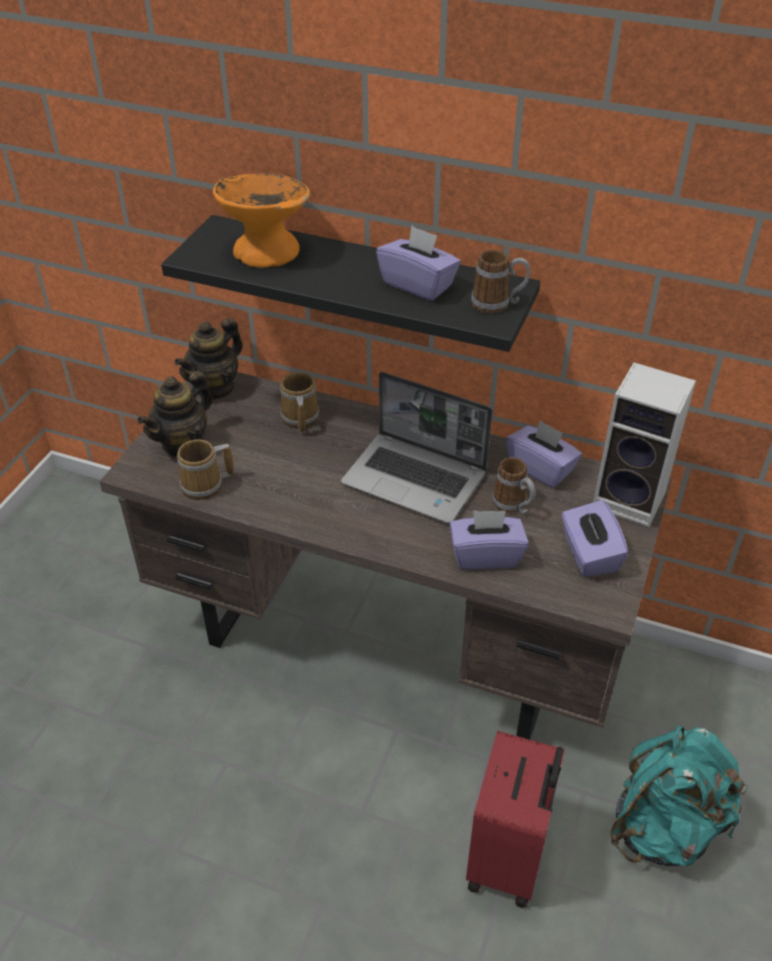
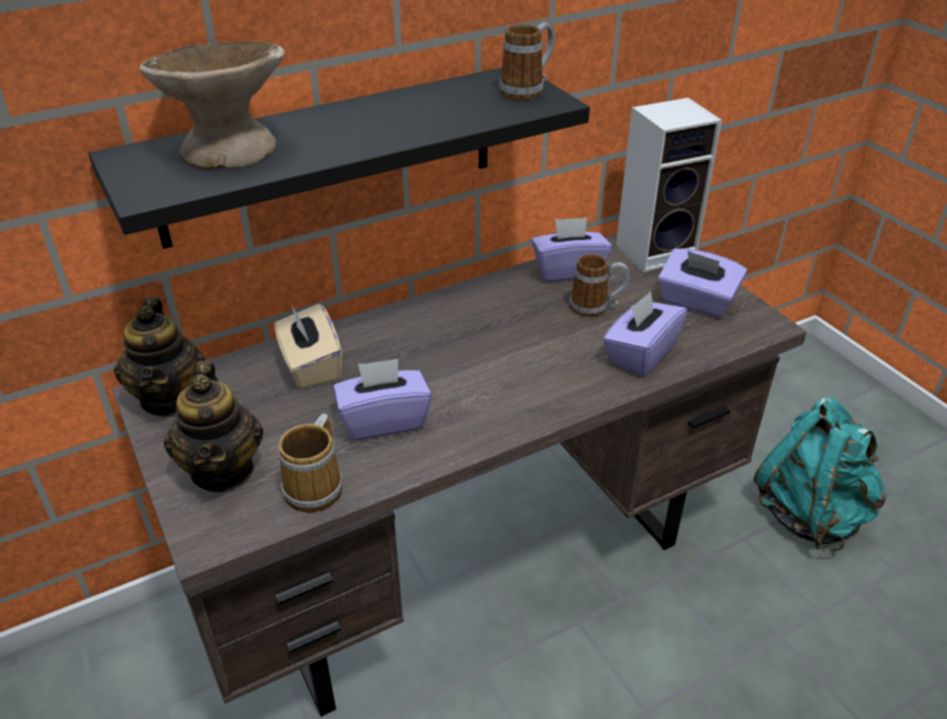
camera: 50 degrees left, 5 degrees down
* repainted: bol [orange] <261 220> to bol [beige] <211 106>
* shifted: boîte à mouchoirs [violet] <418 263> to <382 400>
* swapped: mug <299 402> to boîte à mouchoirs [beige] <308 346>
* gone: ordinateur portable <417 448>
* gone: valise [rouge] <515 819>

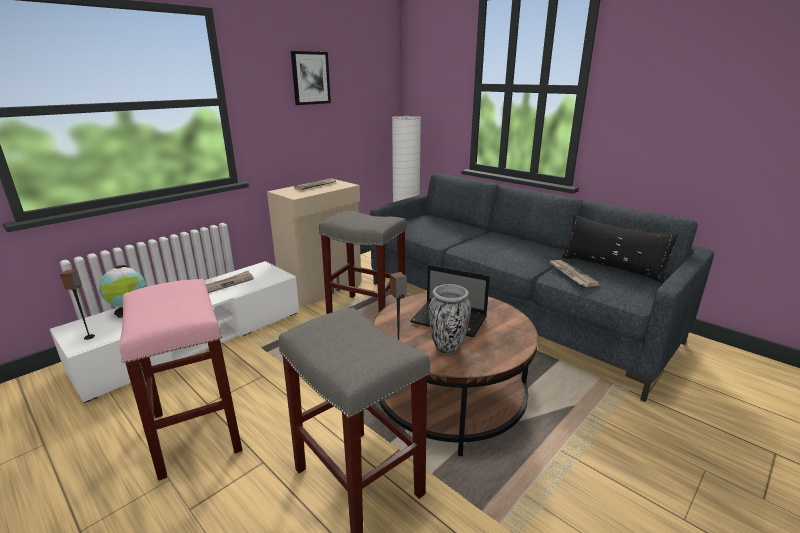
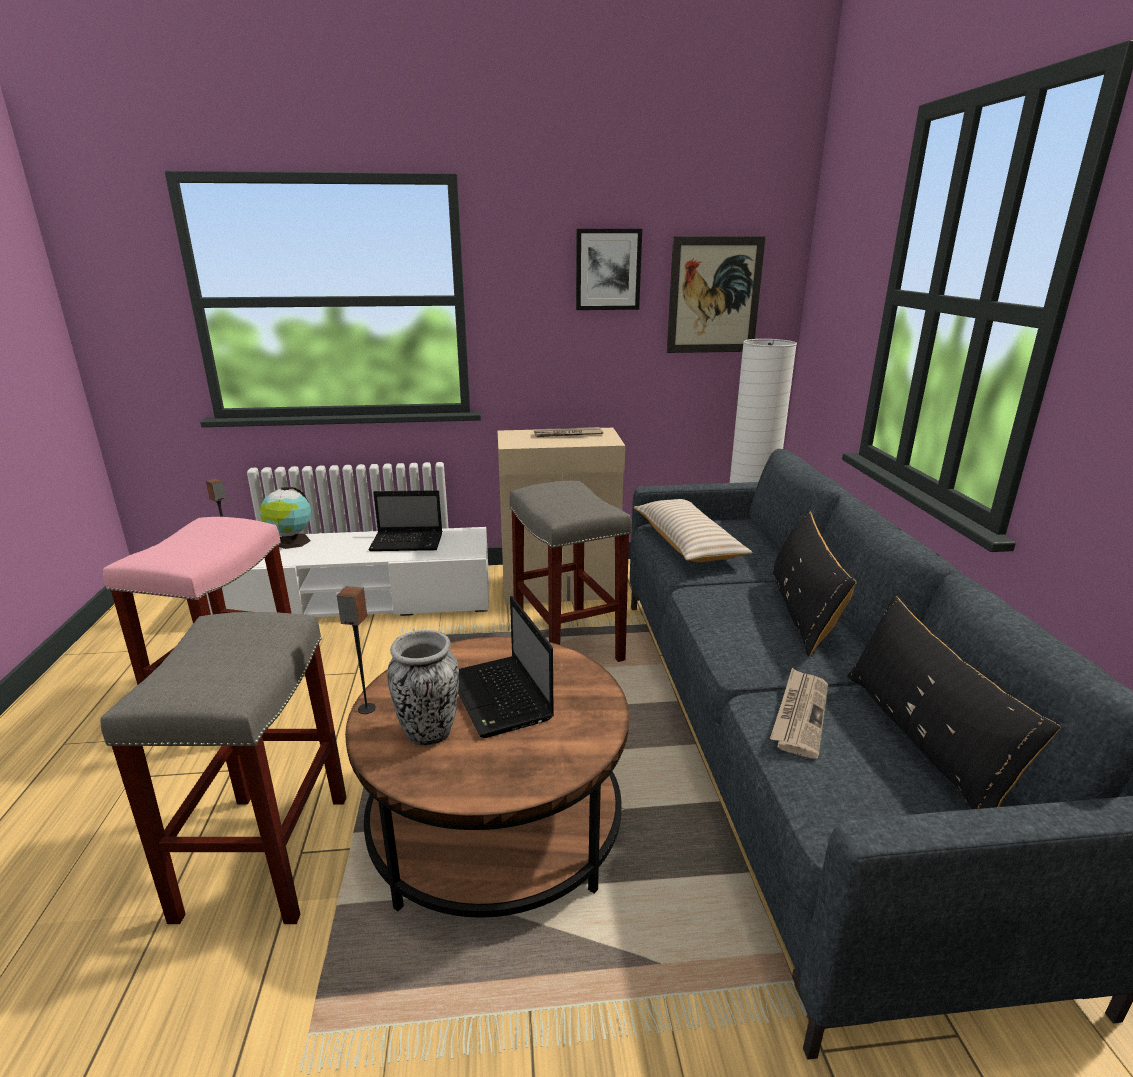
camera: 40 degrees right, 0 degrees up
* swapped: journal <230 282> to ordinateur portable <405 520>
* new: tableau <716 294>
* new: coussin [beige] <693 530>
* new: coussin [noir] <814 584>

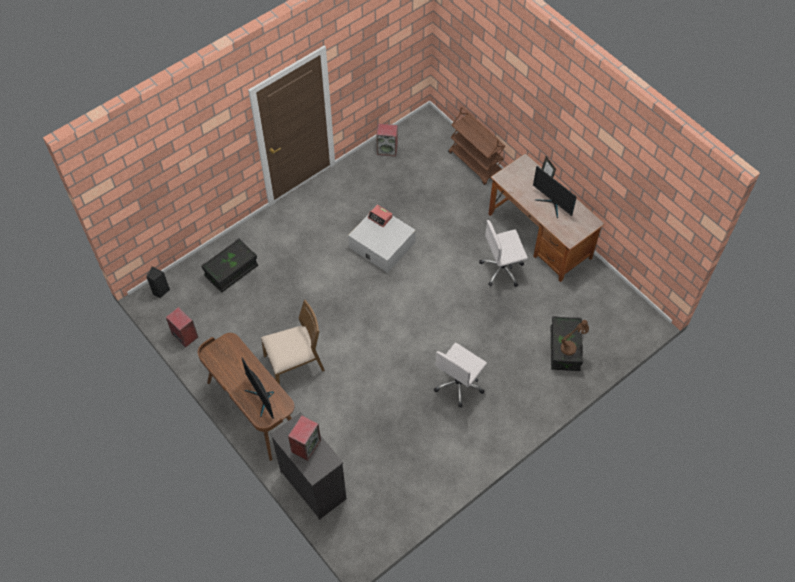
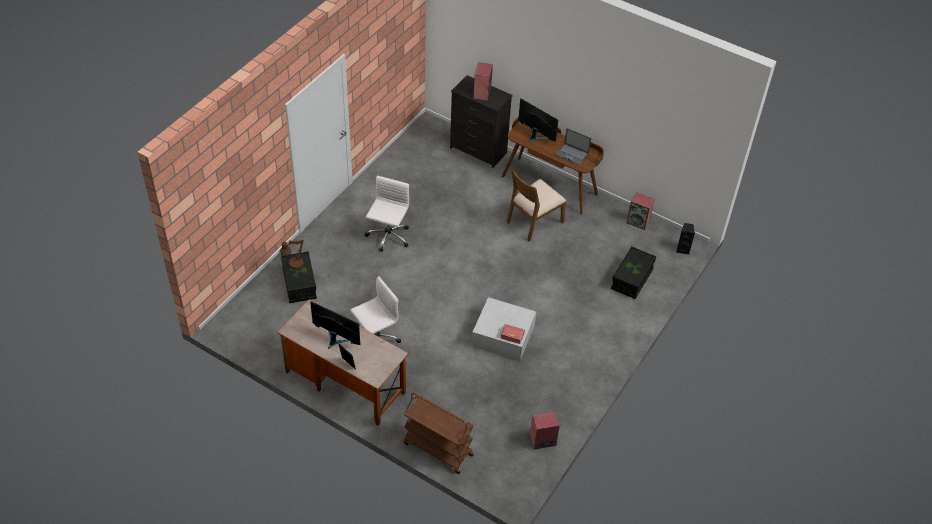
camera: 160 degrees right, 10 degrees down
* new: ordinateur portable <573 147>

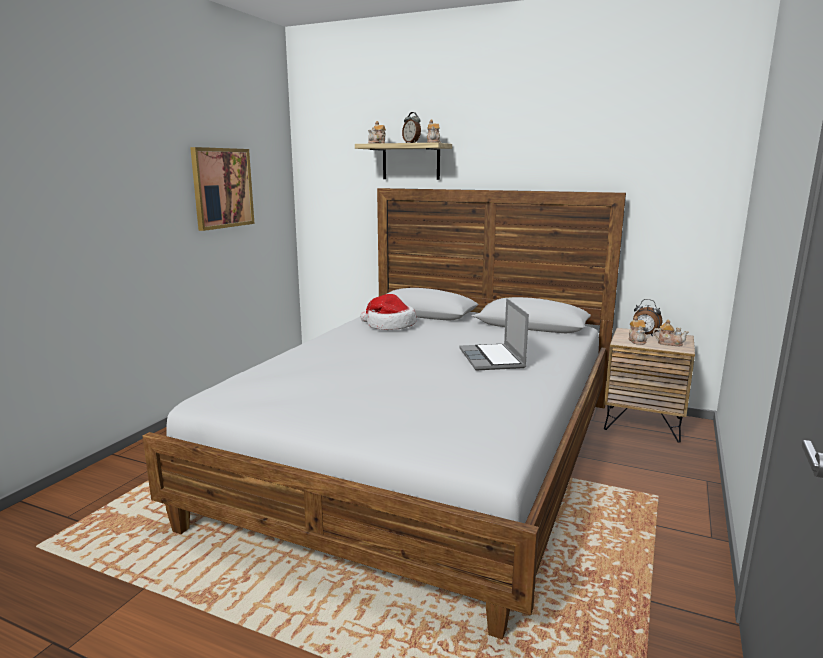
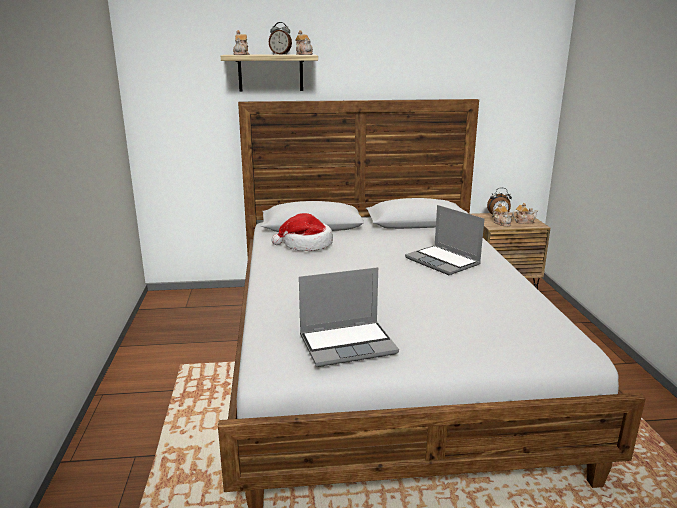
camera: 30 degrees left, 5 degrees up
* gone: tableau <222 189>
* new: ordinateur portable <349 317>

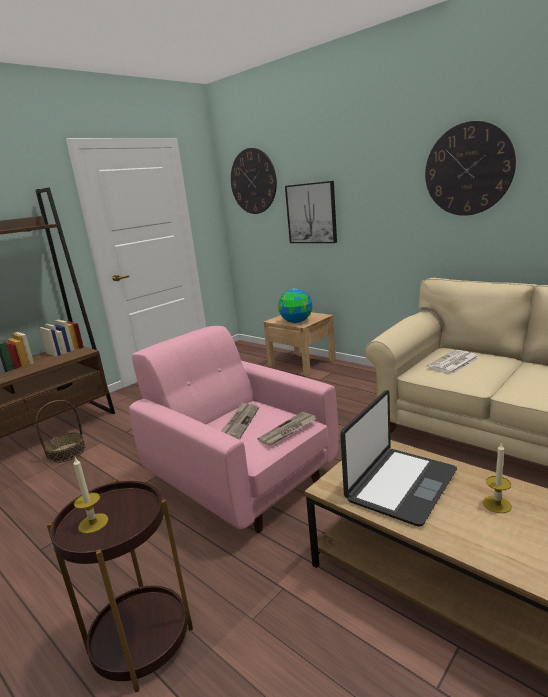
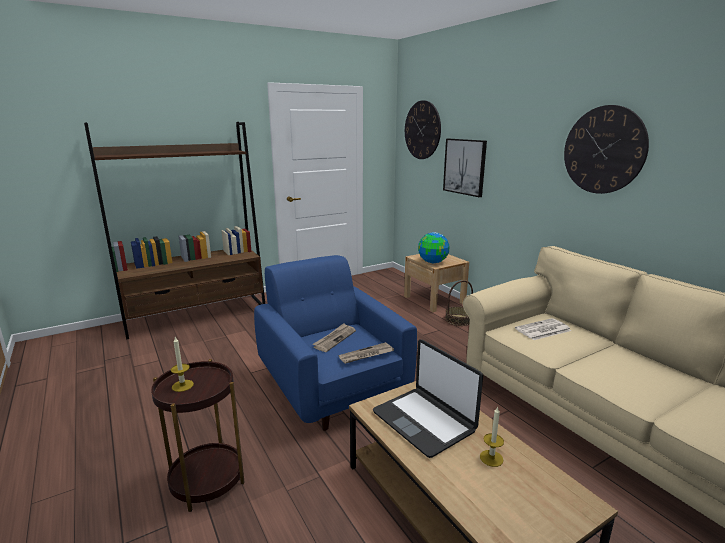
camera: 15 degrees right, 0 degrees up
* repainted: fauteuil [rose] <234 429> to fauteuil [bleu] <335 343>
* rotated: ordinateur portable <398 458> = <428 398> 90 degrees clockwise
* shifted: panier <61 431> to <459 303>

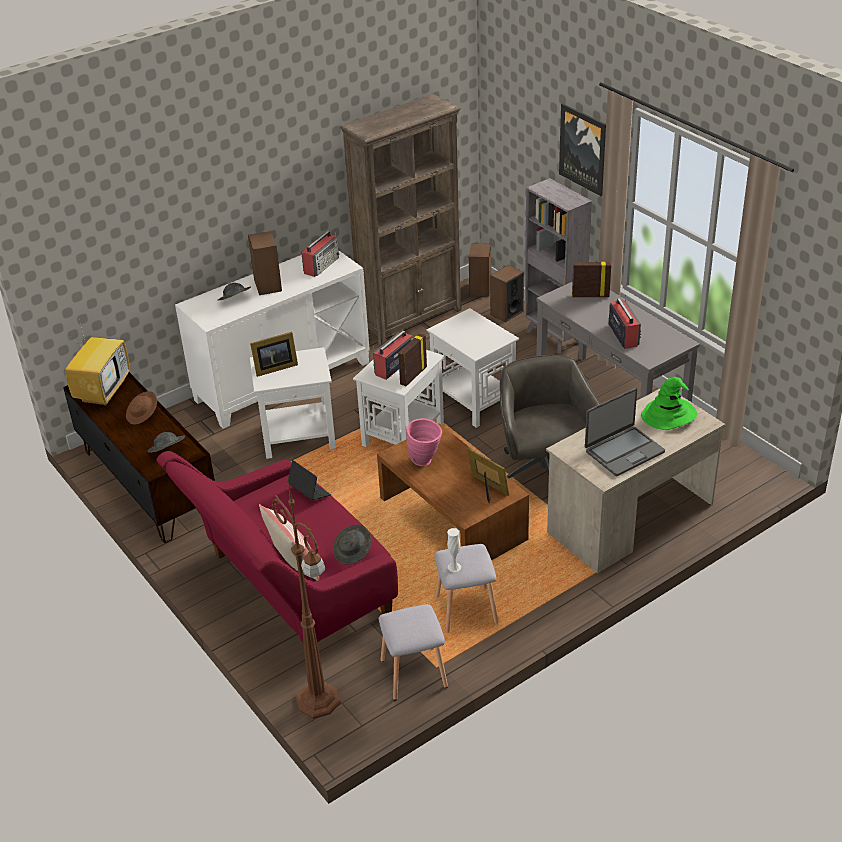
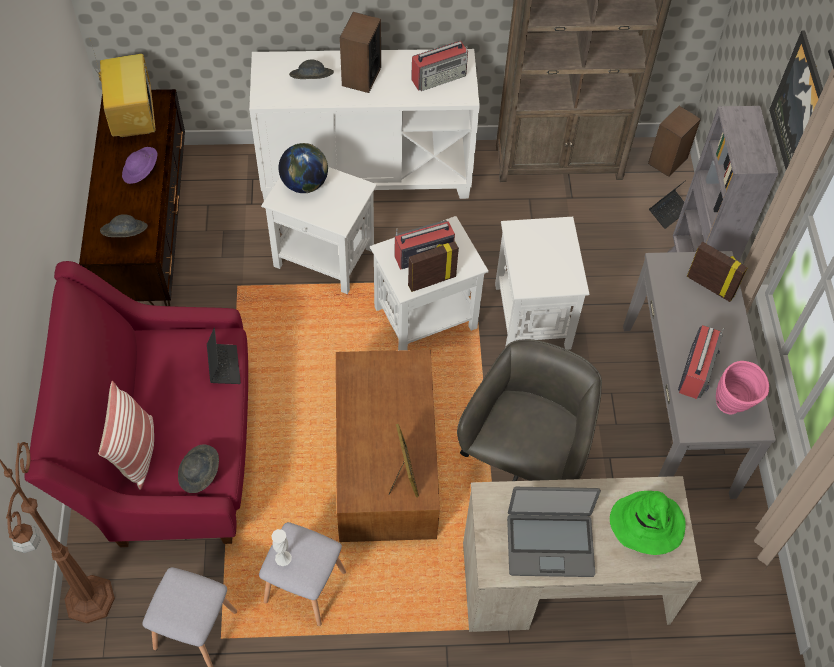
camera: 30 degrees right, 20 degrees up
* swapped: enceinte <507 294> to ordinateur portable <667 204>
* rotated: téléviseur <97 360> = <123 89> 60 degrees counterclockwise
* swapped: cadre photo <274 354> to globe <303 168>
* repainted: chapeau [marron] <141 408> to chapeau [violet] <140 165>
* shifted: vase [rose] <424 442> to <742 387>

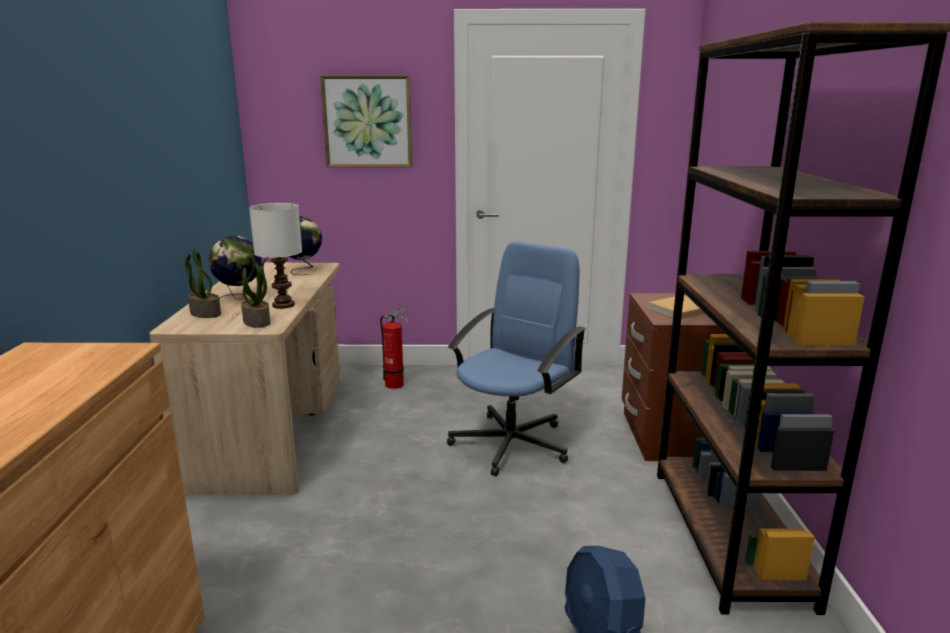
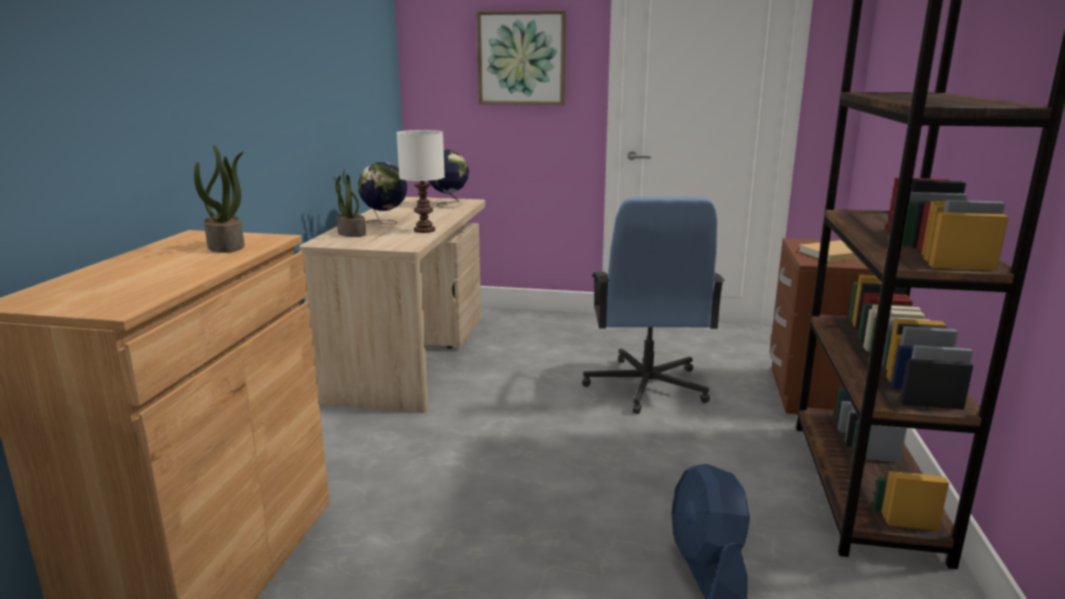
camera: 10 degrees right, 0 degrees up
* rotated: chaise de bureau [bleu] <516 358> = <653 305> 135 degrees clockwise
* shifted: plante en pot <256 291> to <219 199>
* gone: extincteur <394 349>

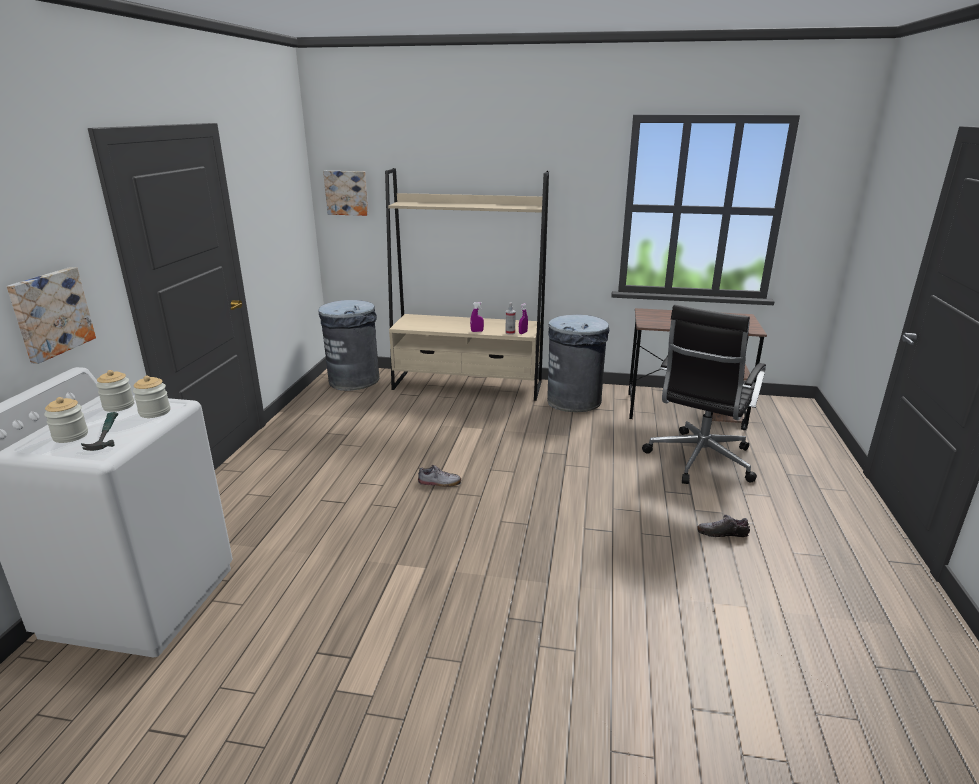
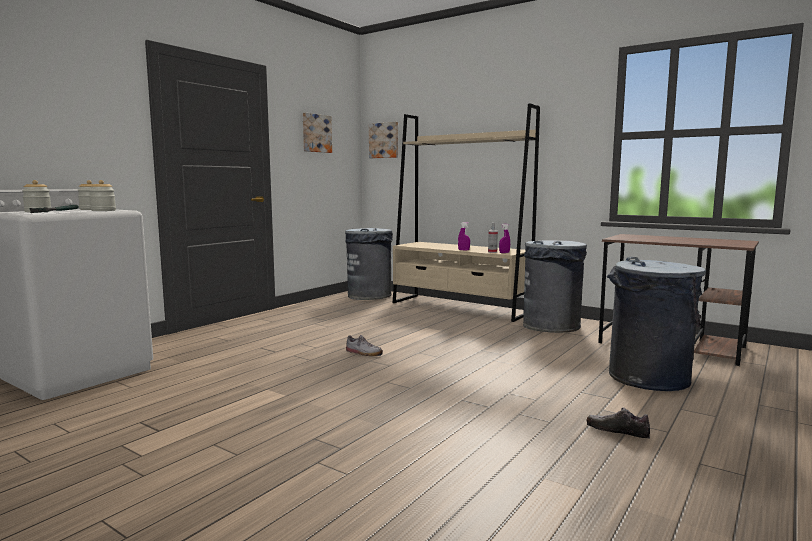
camera: 25 degrees right, 15 degrees down
* shifted: tableau <51 315> to <317 133>
* swapped: chaise de bureau [noir] <704 394> to poubelle [gris] <656 324>

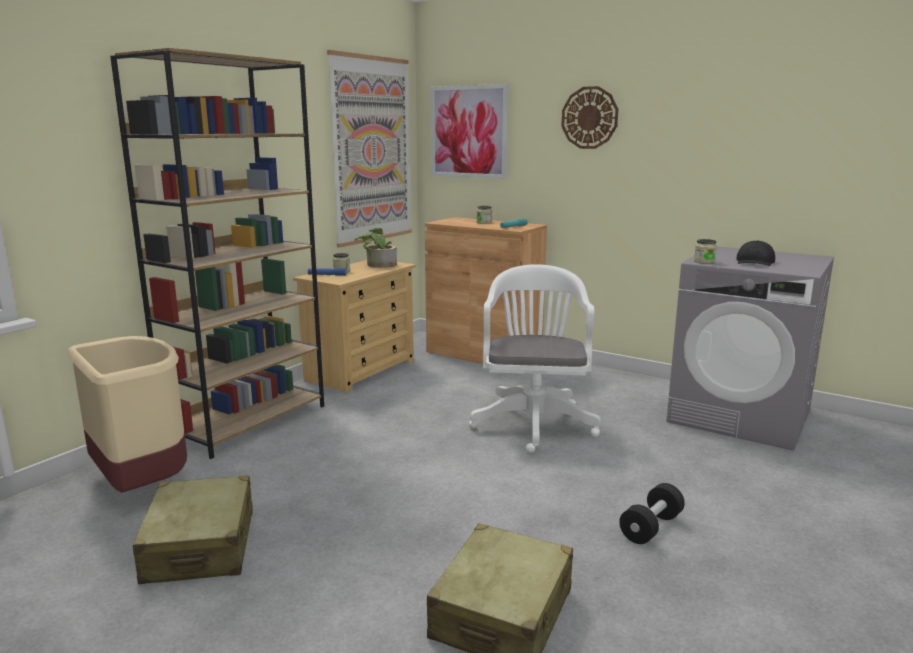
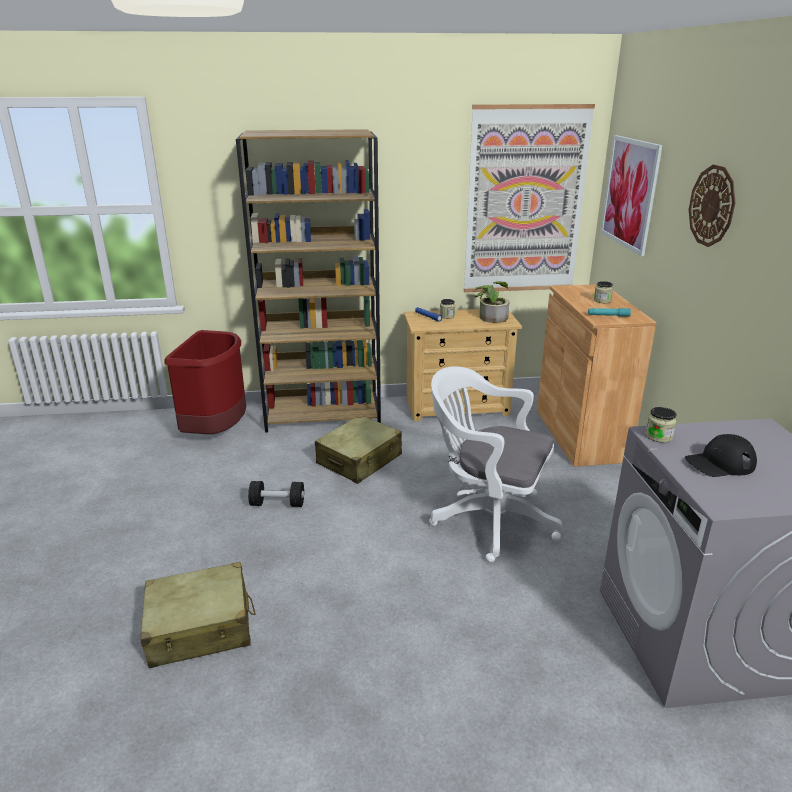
camera: 50 degrees right, 10 degrees up
* rotated: chaise de bureau [blanc] <535 358> = <496 464> 120 degrees counterclockwise
* repainted: poubelle [beige] <127 414> to poubelle [rouge] <205 382>
* shifted: valise [beige] <193 530> to <358 449>
* shifted: haltère [noir] <652 513> to <276 494>

